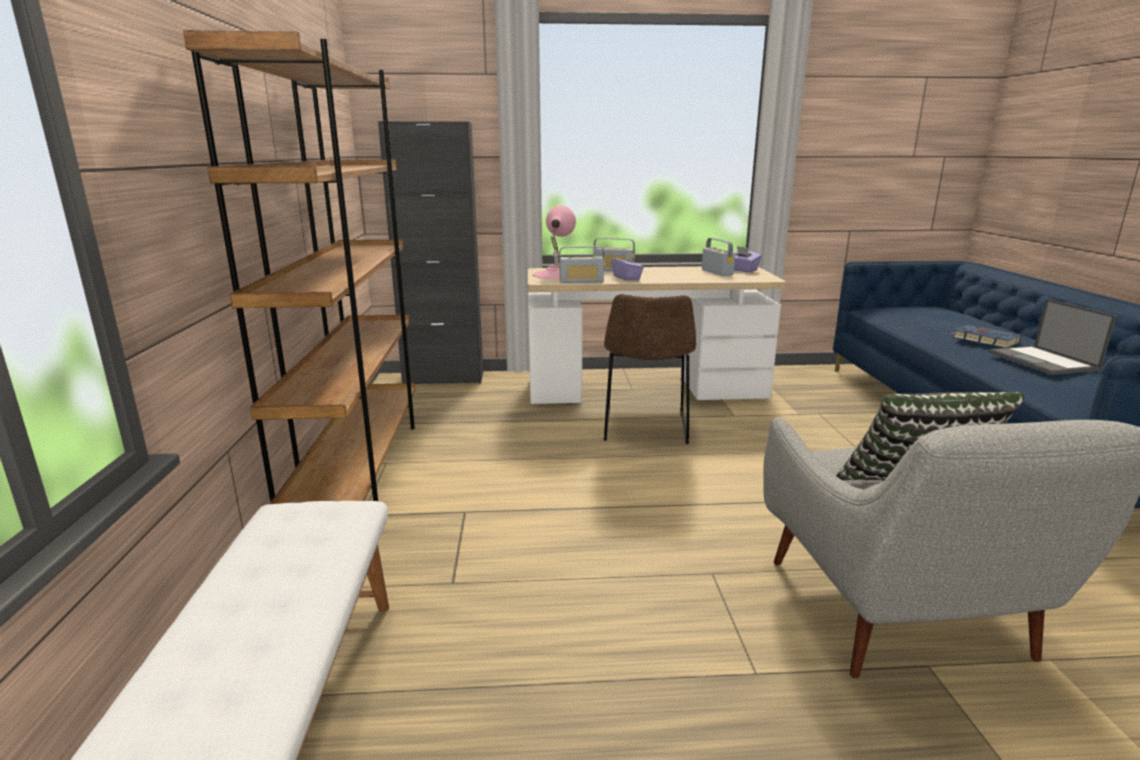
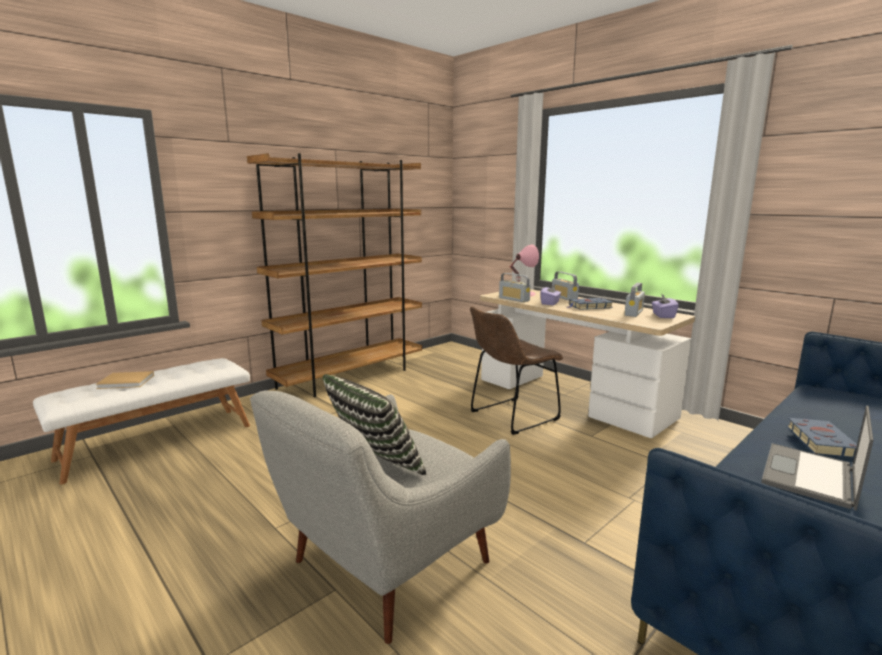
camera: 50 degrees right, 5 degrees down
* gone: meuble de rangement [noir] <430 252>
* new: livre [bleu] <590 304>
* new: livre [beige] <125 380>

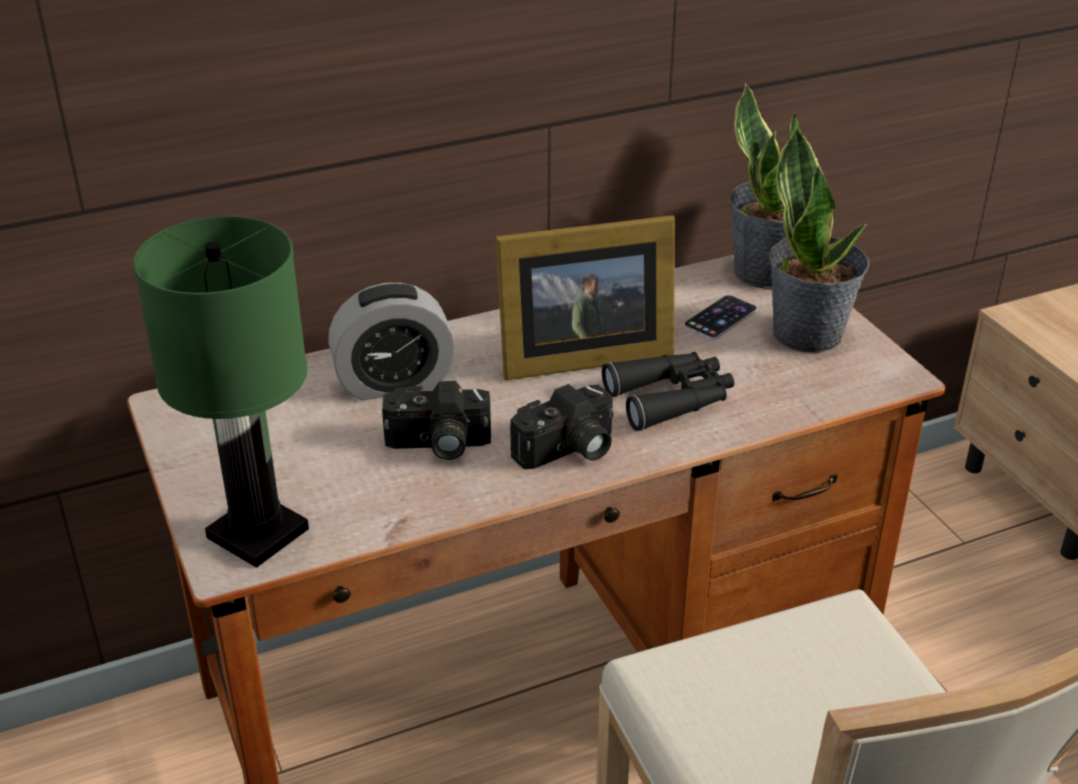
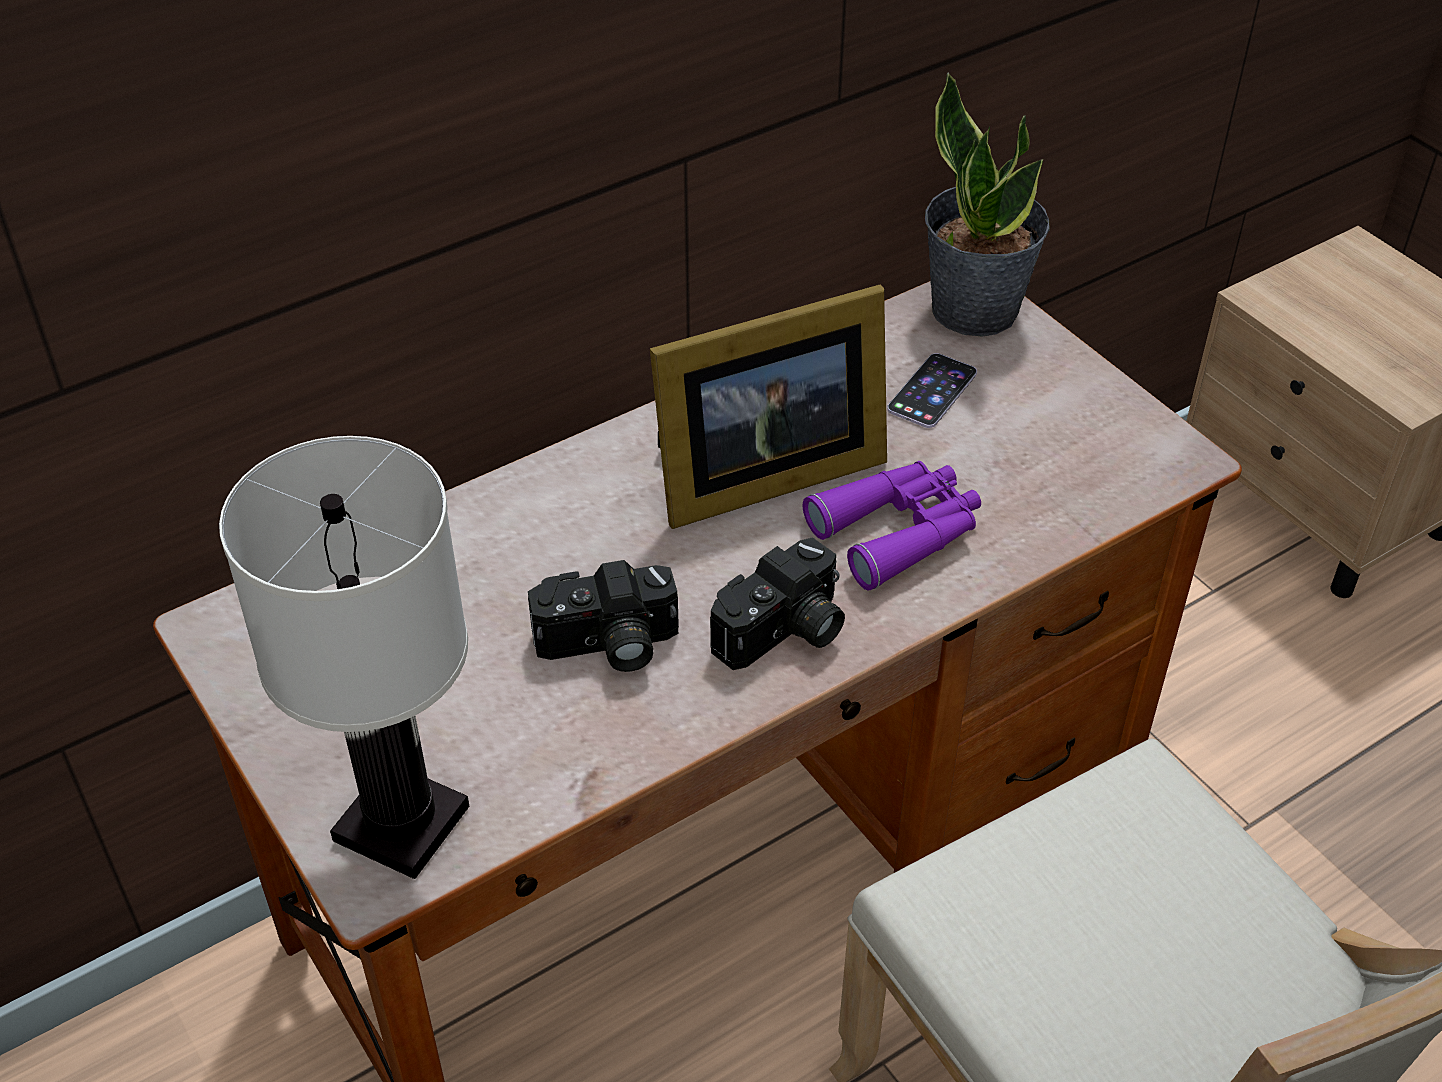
camera: 10 degrees left, 10 degrees up
* gone: plante en pot <819 240>
* repainted: lampe de table [vert] <221 392> to lampe de table [blanc] <344 657>
* gone: réveil <391 342>
* repainted: jumelles [noir] <668 391> to jumelles [violet] <892 526>

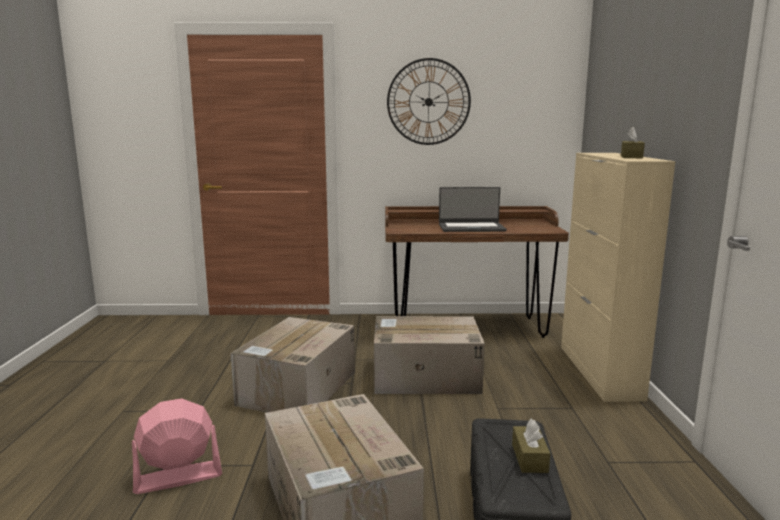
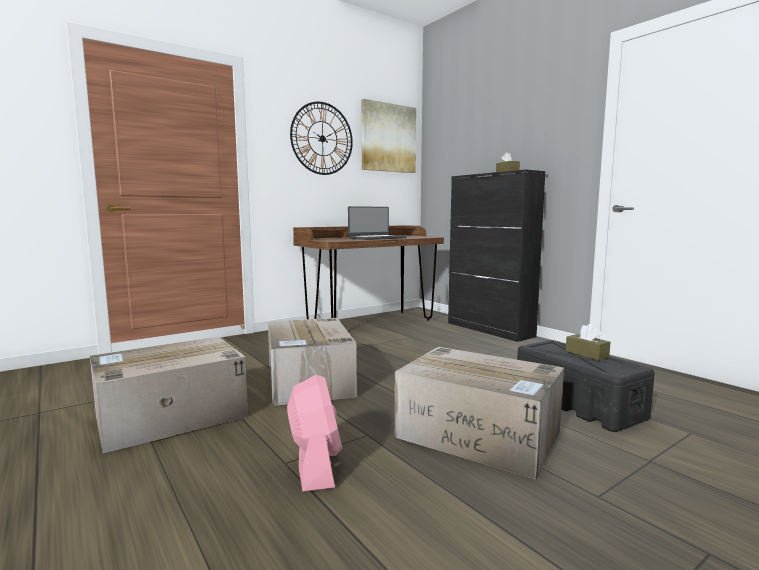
camera: 35 degrees left, 5 degrees down
* repainted: meuble de rangement [beige] <618 277> to meuble de rangement [noir] <496 255>
* shifted: carton <429 355> to <169 395>
* rotated: ventilateur [rose] <177 446> = <314 433> 135 degrees clockwise
* new: tableau <388 136>

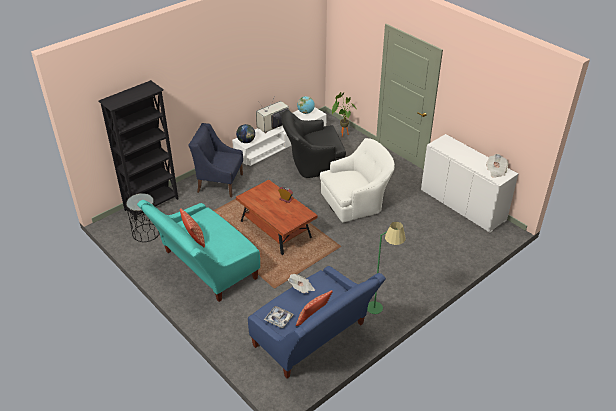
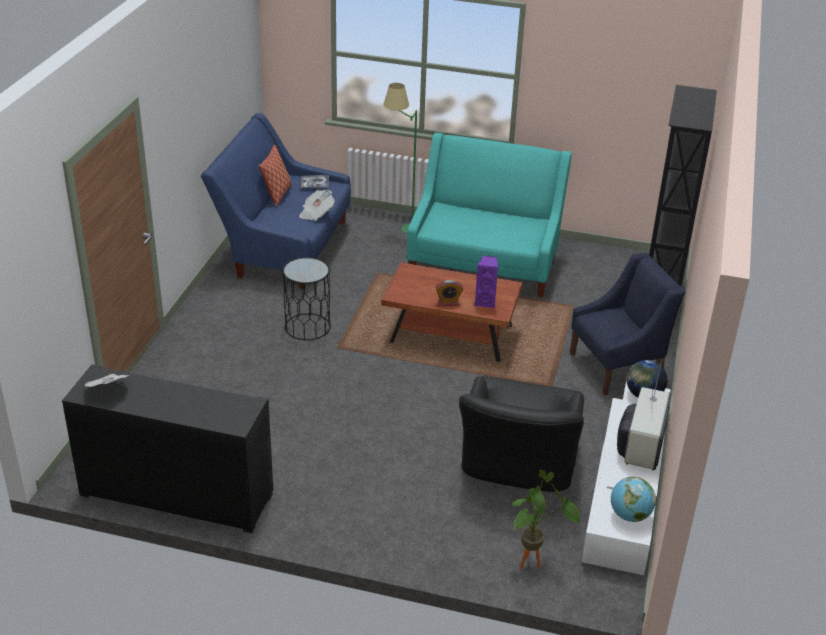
camera: 145 degrees right, 5 degrees down
* rotated: fauteuil [noir] <313 144> = <521 434> 150 degrees clockwise
* repainted: meuble de rangement [blanc] <469 183> to meuble de rangement [noir] <167 448>
* gone: fauteuil [blanc] <357 180>
* shifted: table d'appoint [noir] <143 217> to <306 299>
* gone: coussin <192 227>
* shifted: lampadaire [vert] <386 268> to <400 158>
* new: enceinte [violet] <486 281>

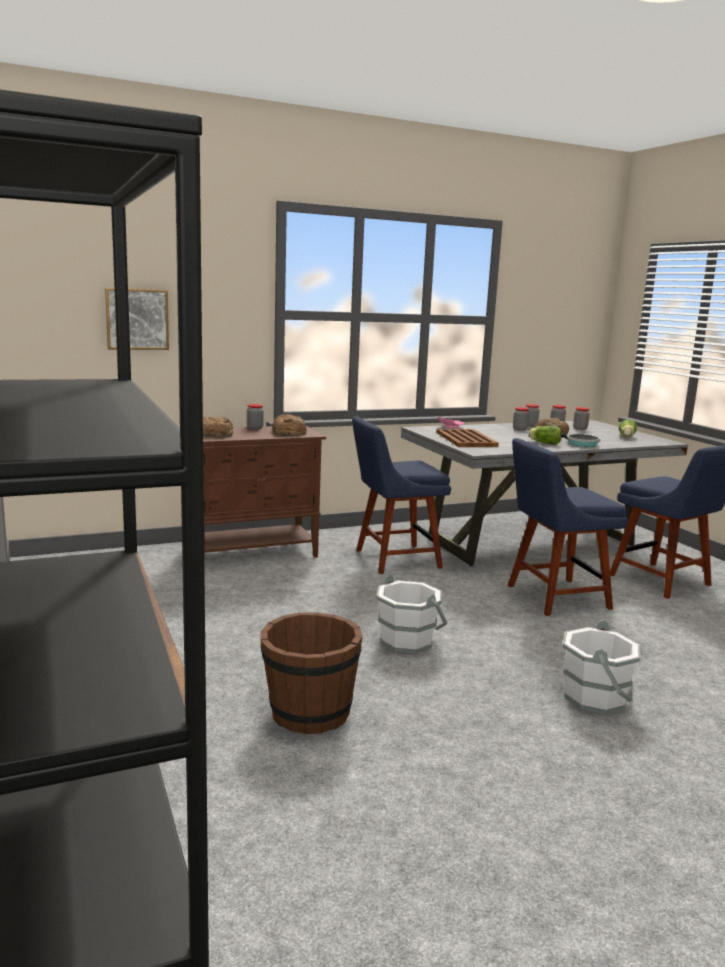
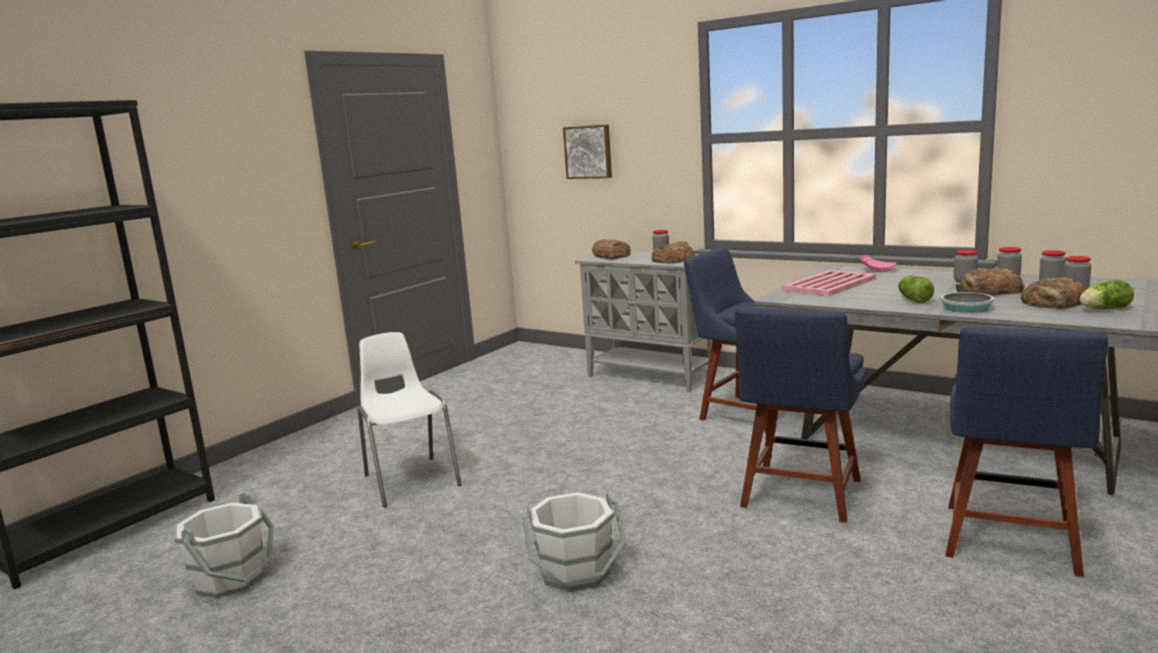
camera: 60 degrees right, 0 degrees up
* repainted: meuble de rangement [marron] <264 492> to meuble de rangement [gris] <644 321>
* repainted: plateau [marron] <467 438> to plateau [rose] <829 283>
* rotated: chaise [bleu] <568 527> = <800 415> 105 degrees counterclockwise
* shifted: seau [blanc] <412 614> to <224 545>
* swapped: seau [marron] <311 673> to chaise [blanc] <409 419>
* new: pain <1054 292>

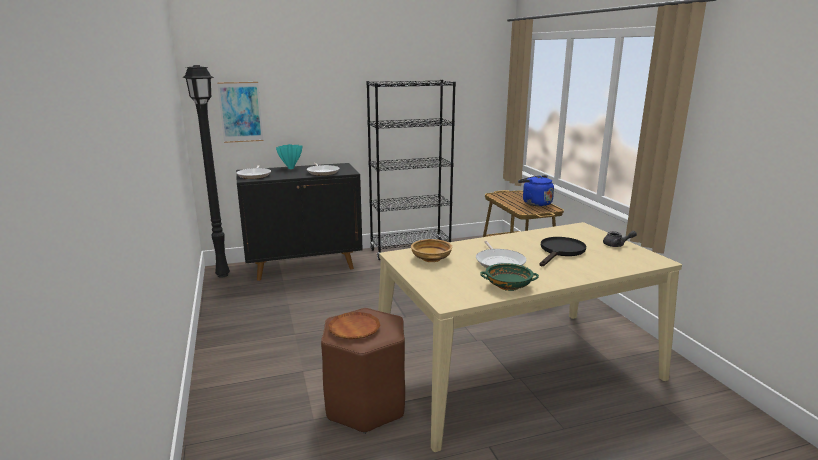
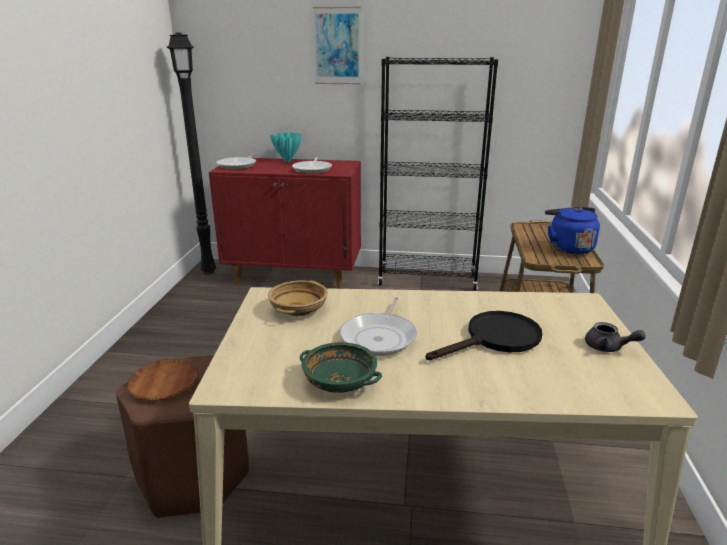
camera: 25 degrees right, 5 degrees up
* shifted: tableau <240 112> to <337 45>
* repainted: meuble de rangement [noir] <299 222> to meuble de rangement [rouge] <285 223>

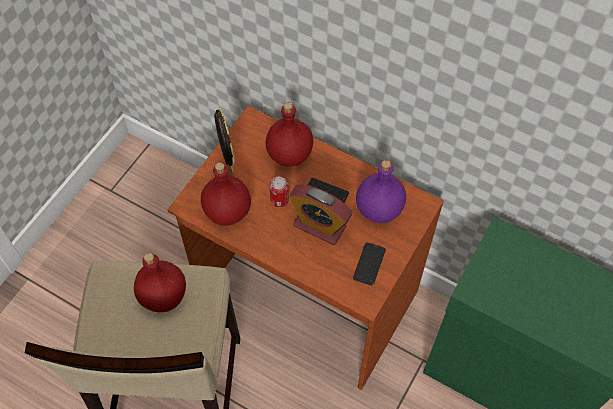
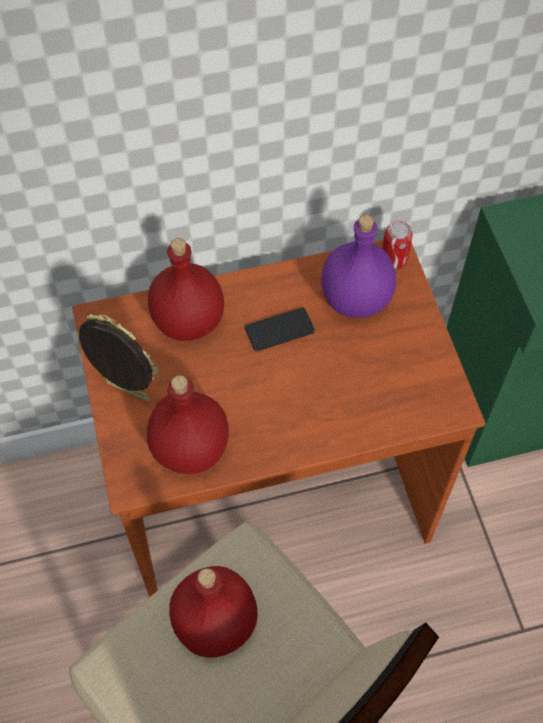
camera: 45 degrees left, 0 degrees up
* shifted: boîte métallique <279 192> to <397 244>
* gone: réveil <320 215>
* gone: téléphone <369 264>

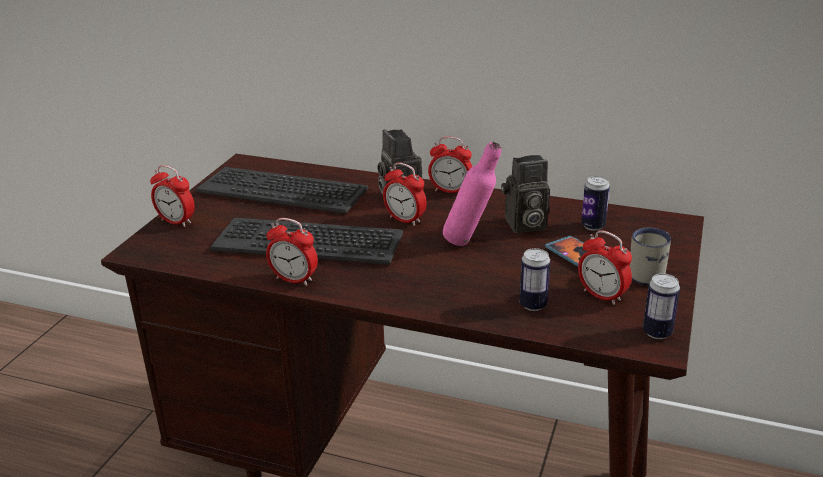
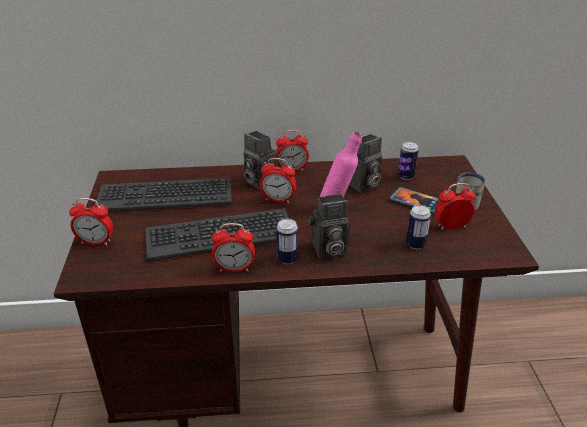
camera: 25 degrees left, 5 degrees up
* rotated: réveil <605 267> = <455 206> 150 degrees clockwise
* shifted: boîte métallique <661 306> to <287 241>
* new: appareil photo <329 226>

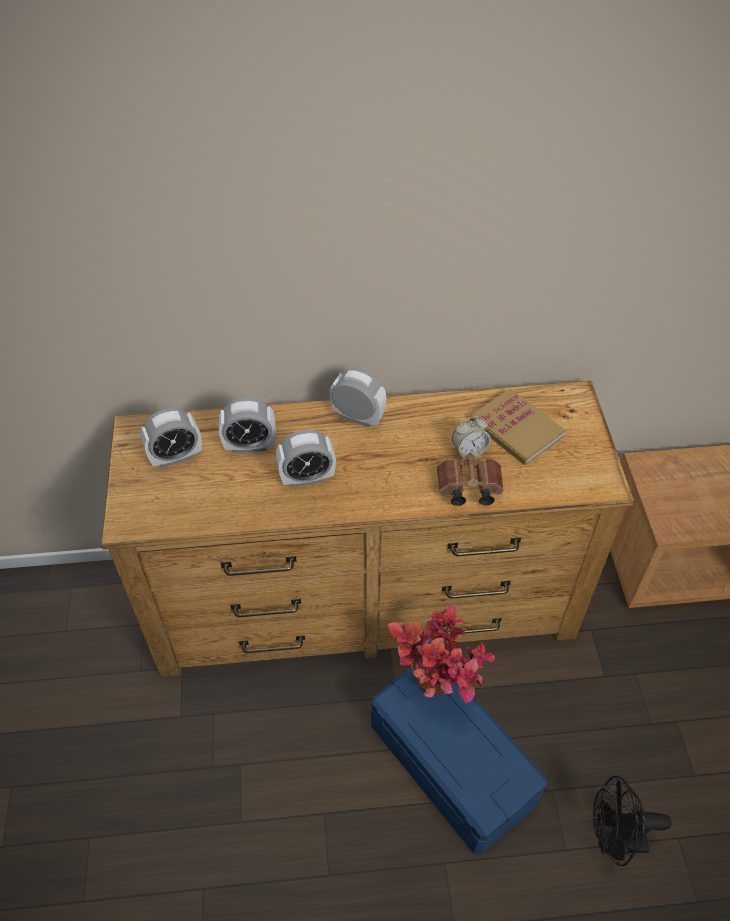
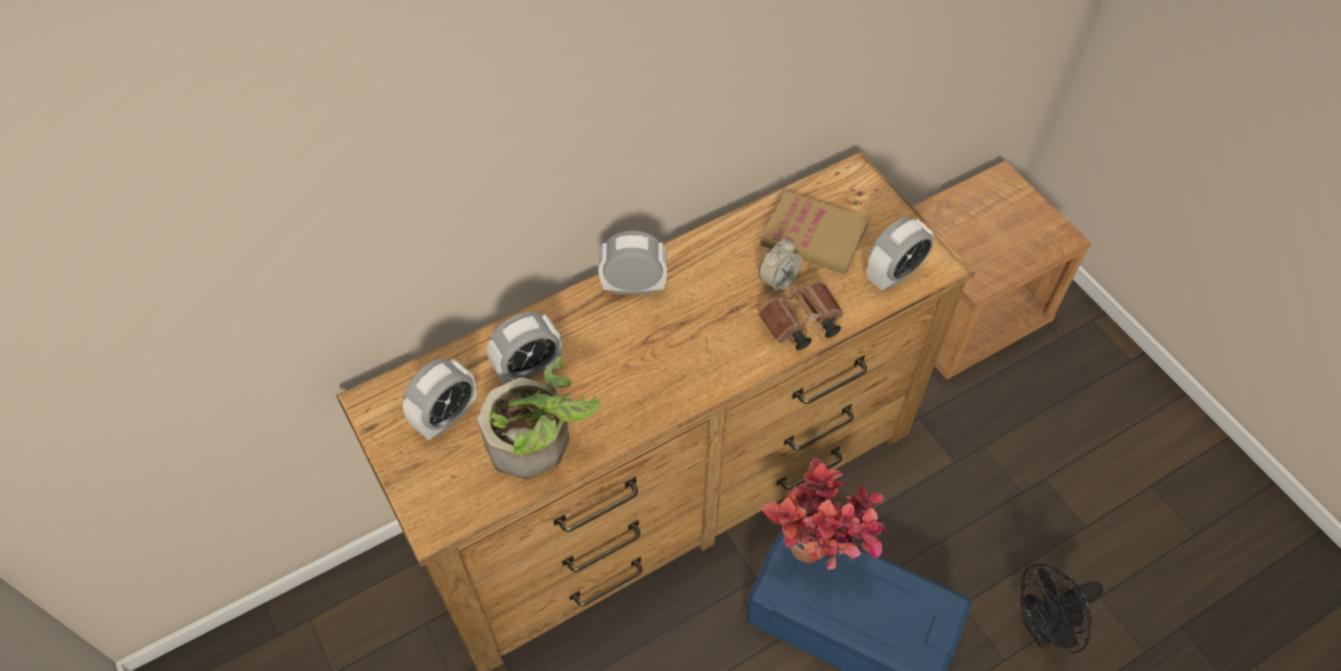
camera: 25 degrees left, 5 degrees up
* shifted: réveil <306 458> to <900 254>
* new: plante en pot <539 418>

